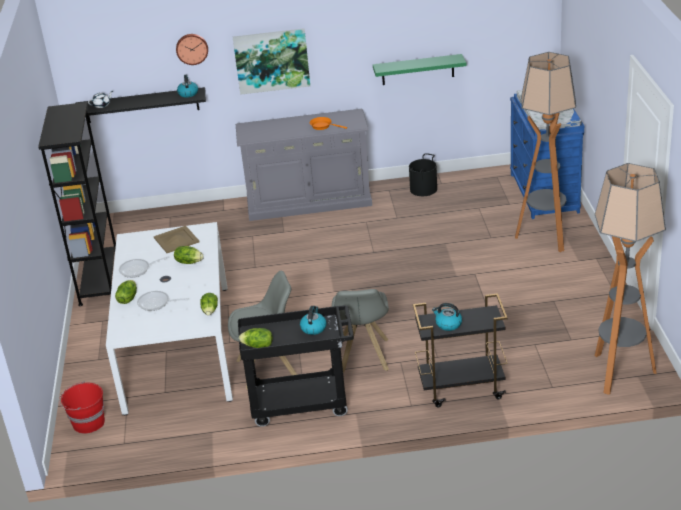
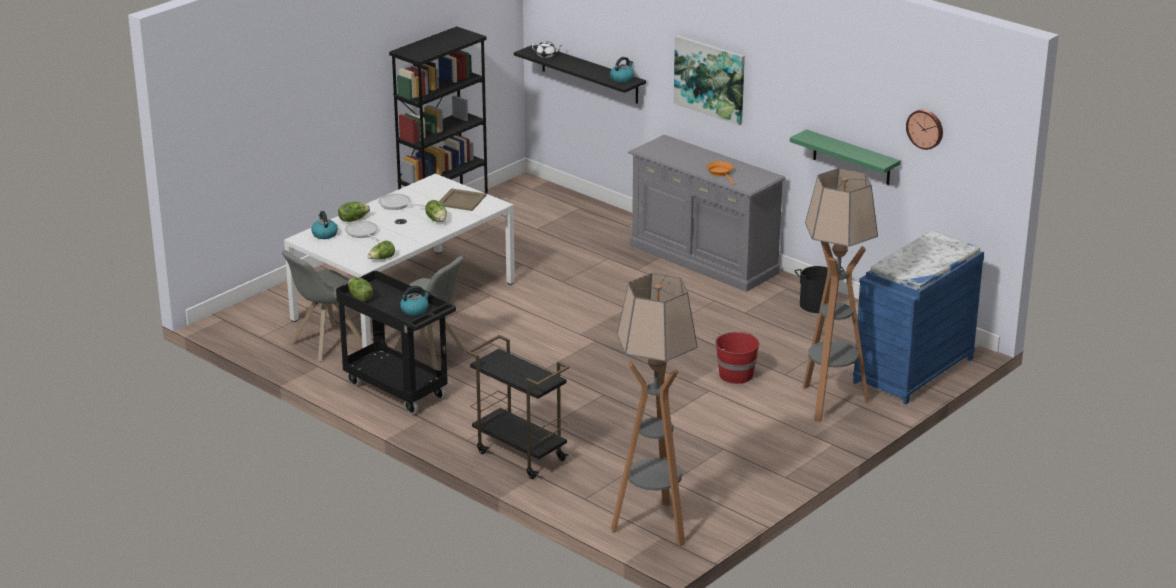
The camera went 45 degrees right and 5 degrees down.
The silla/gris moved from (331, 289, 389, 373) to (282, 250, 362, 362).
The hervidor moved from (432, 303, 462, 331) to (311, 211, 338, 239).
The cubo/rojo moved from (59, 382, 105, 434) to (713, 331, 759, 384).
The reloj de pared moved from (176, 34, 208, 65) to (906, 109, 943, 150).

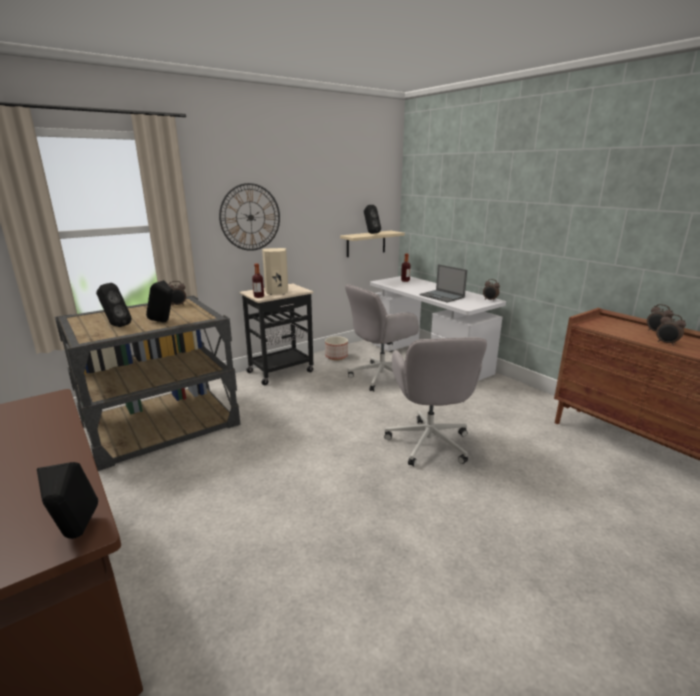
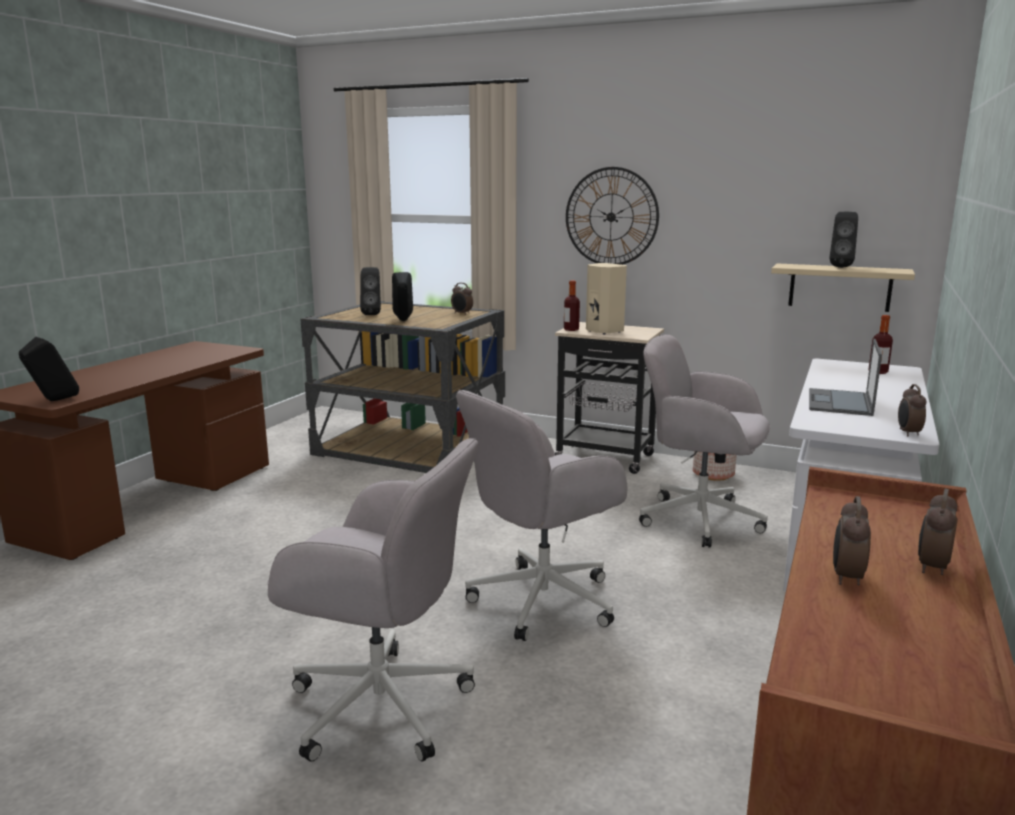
The camera went 60 degrees right and 5 degrees down.
The silla de oficina/gris at (268, 438, 478, 762) appeared.

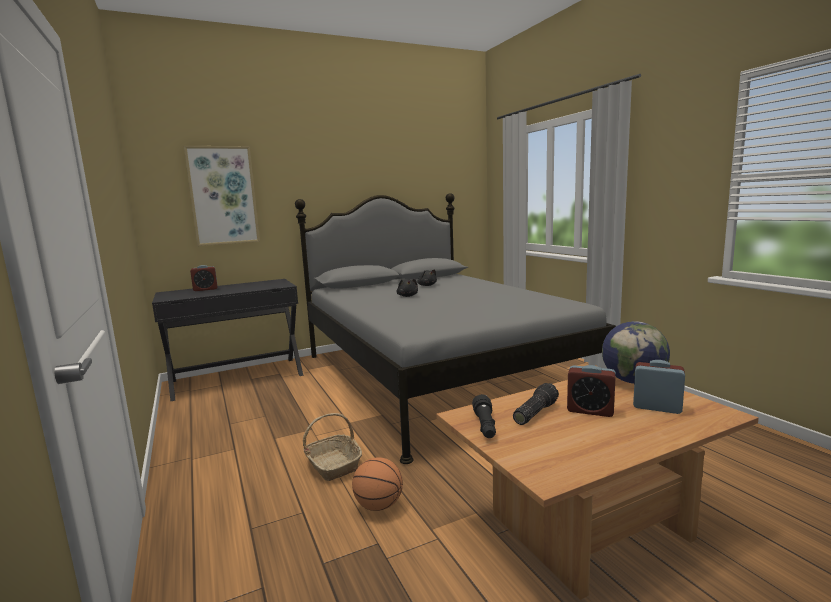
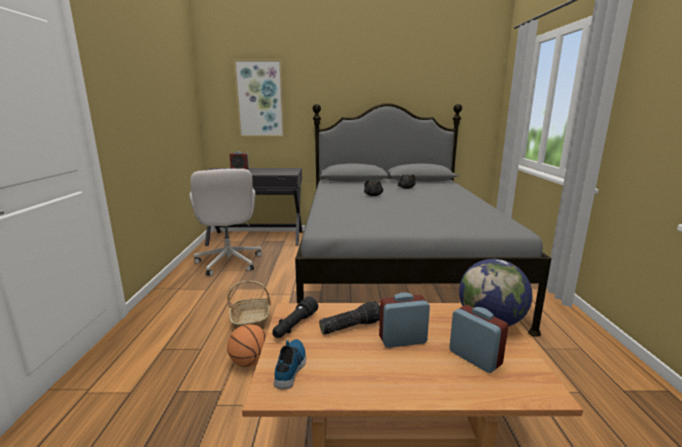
The camera went 25 degrees right and 5 degrees up.
The silla de oficina/blanco at (189, 168, 262, 276) appeared.
The zapato at (274, 339, 306, 389) appeared.
The despertador at (567, 365, 616, 417) turned 120 degrees clockwise.

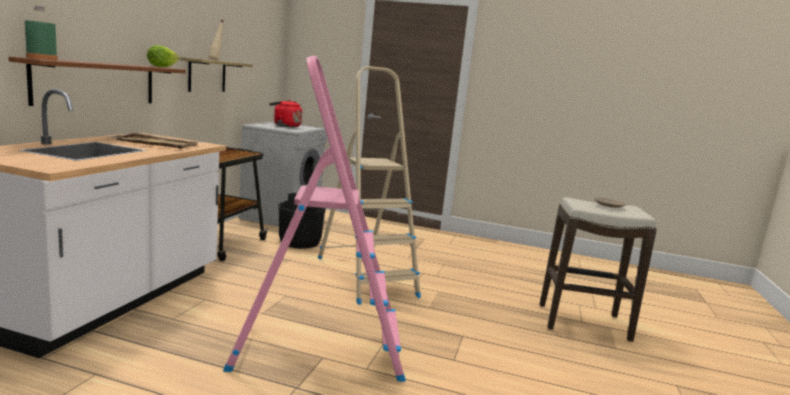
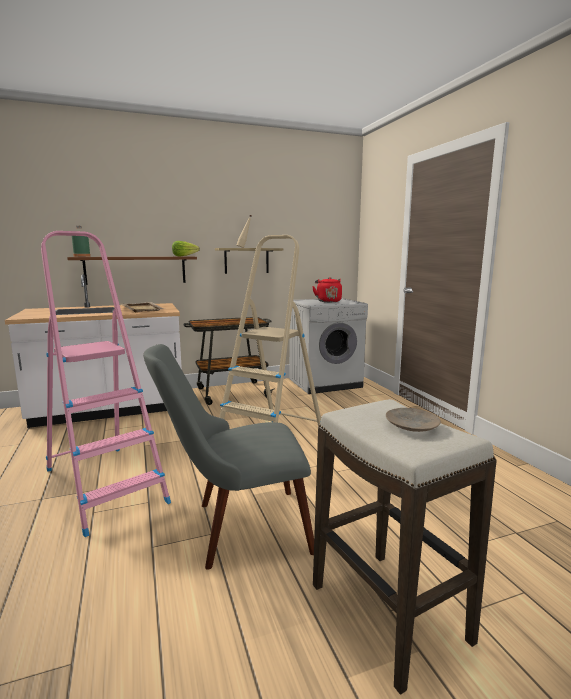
The camera went 55 degrees right and 0 degrees up.
The silla/gris at (143, 344, 314, 570) appeared.
The cubo/negro at (278, 193, 326, 249) disappeared.

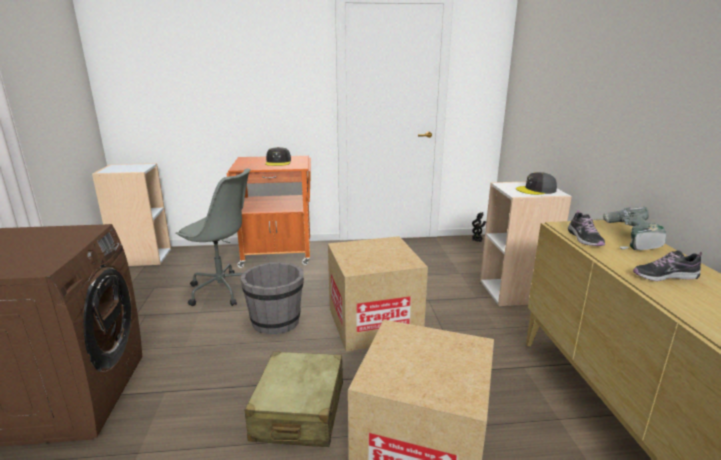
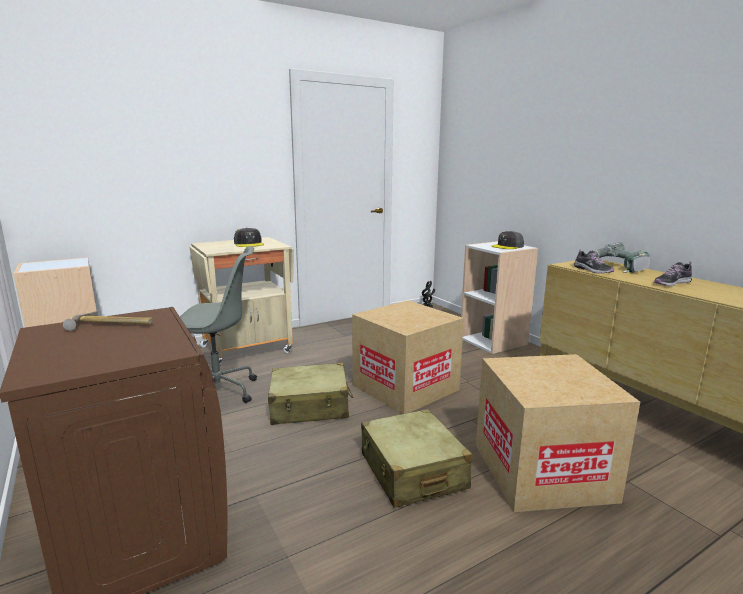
The camera went 25 degrees left and 5 degrees down.
The martillo at (63, 311, 153, 331) appeared.
The carrito/naranja at (227, 156, 311, 268) became the carrito/beis at (189, 237, 294, 366).
The cubo/gris at (240, 262, 304, 334) was replaced by the maleta/beis at (268, 363, 353, 425).

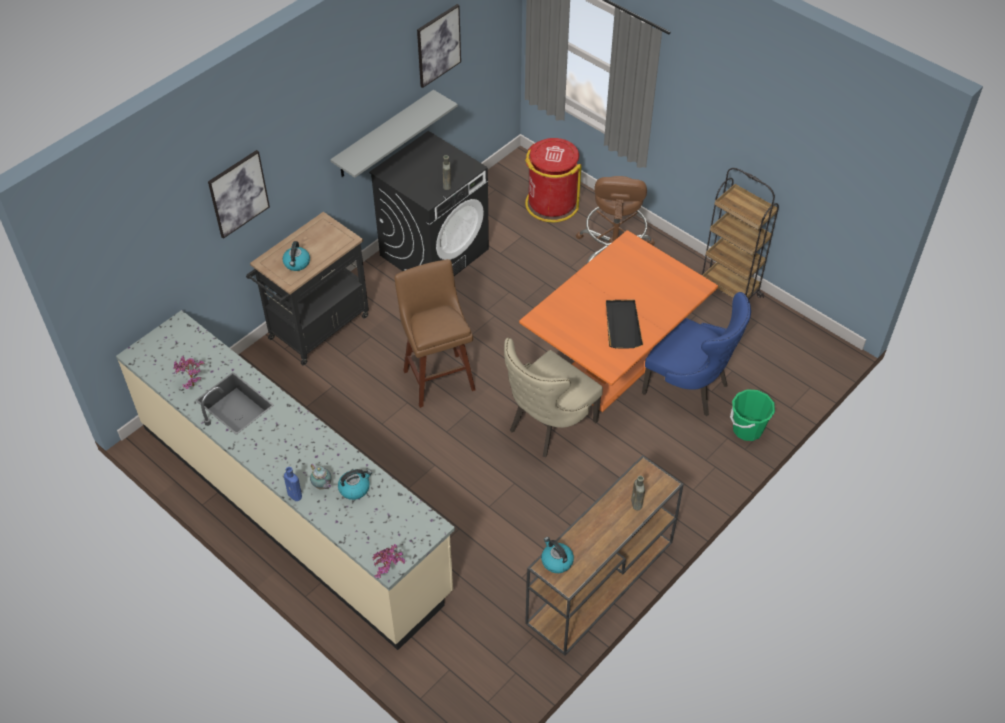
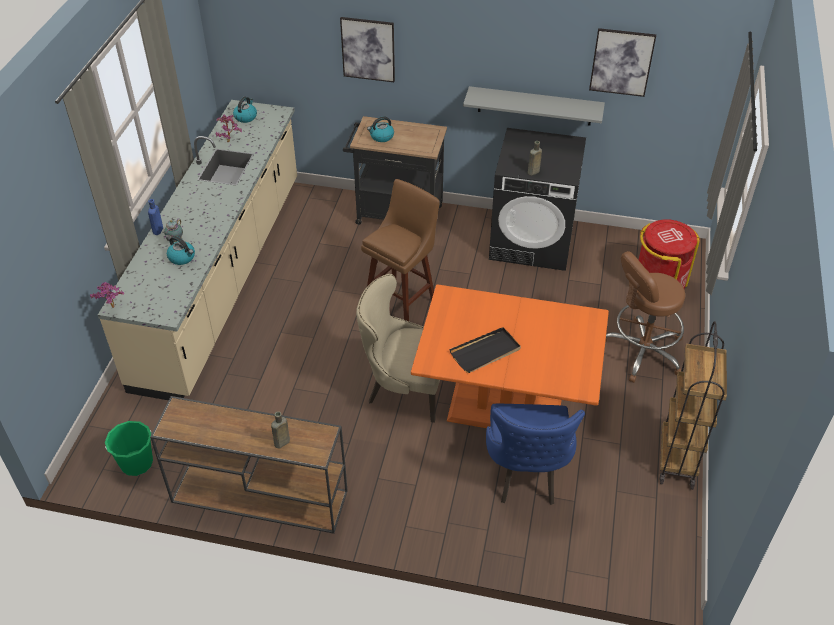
The camera went 60 degrees right and 5 degrees down.
The cubo/verde moved from (730, 389, 775, 441) to (105, 421, 153, 476).
The hervidor moved from (541, 537, 574, 573) to (233, 97, 257, 123).

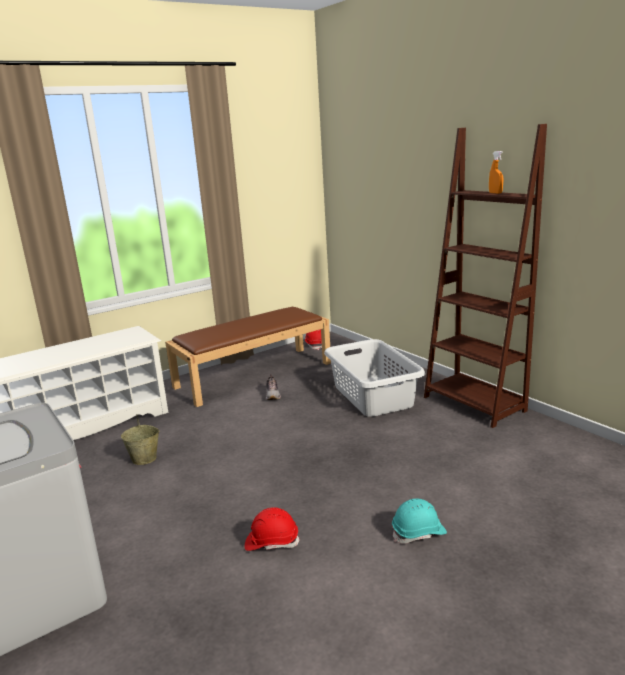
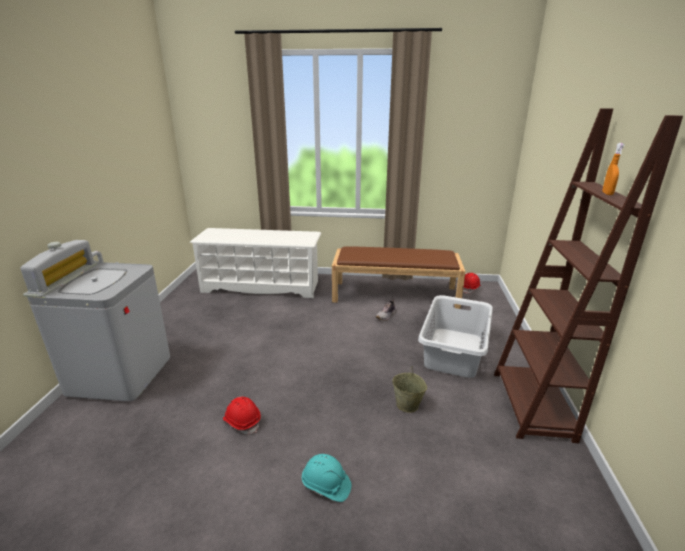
The camera went 40 degrees right and 5 degrees up.
The cubo/beis moved from (121, 416, 160, 465) to (392, 366, 427, 413).

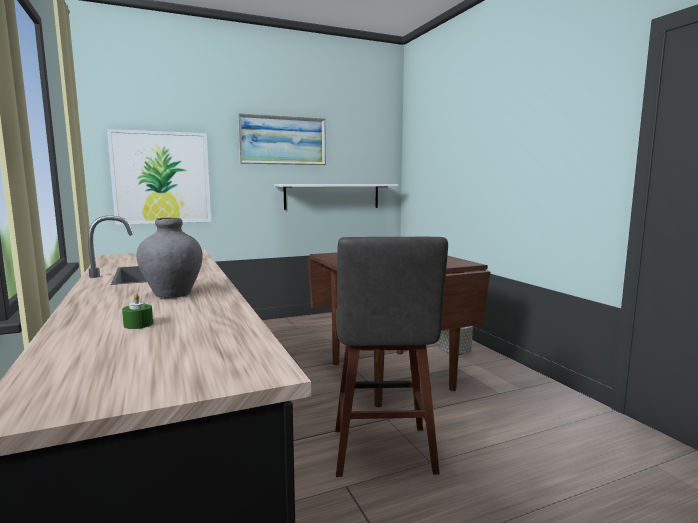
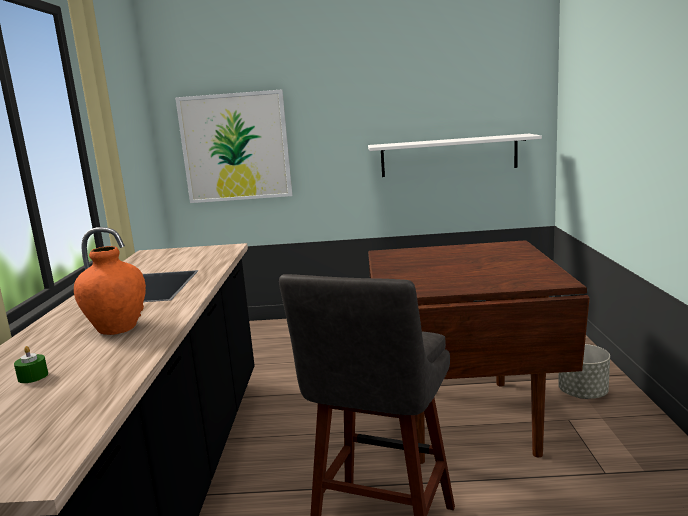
The camera went 25 degrees right and 5 degrees up.
The florero/gris at (136, 217, 203, 298) became the florero/naranja at (74, 246, 146, 335).
The cuadro at (238, 113, 326, 165) disappeared.

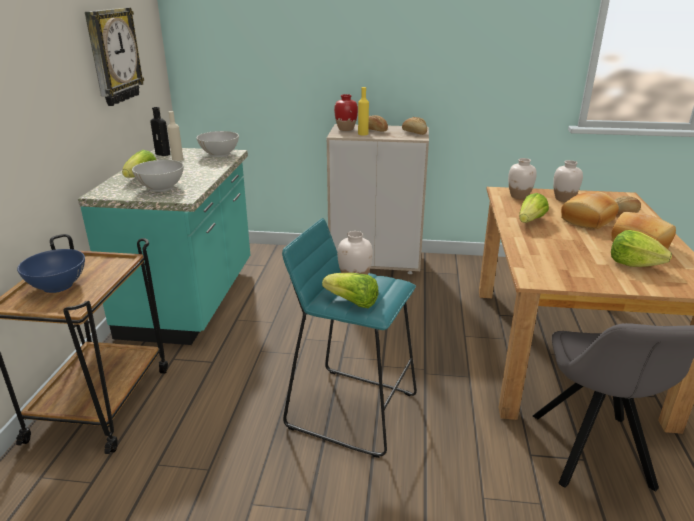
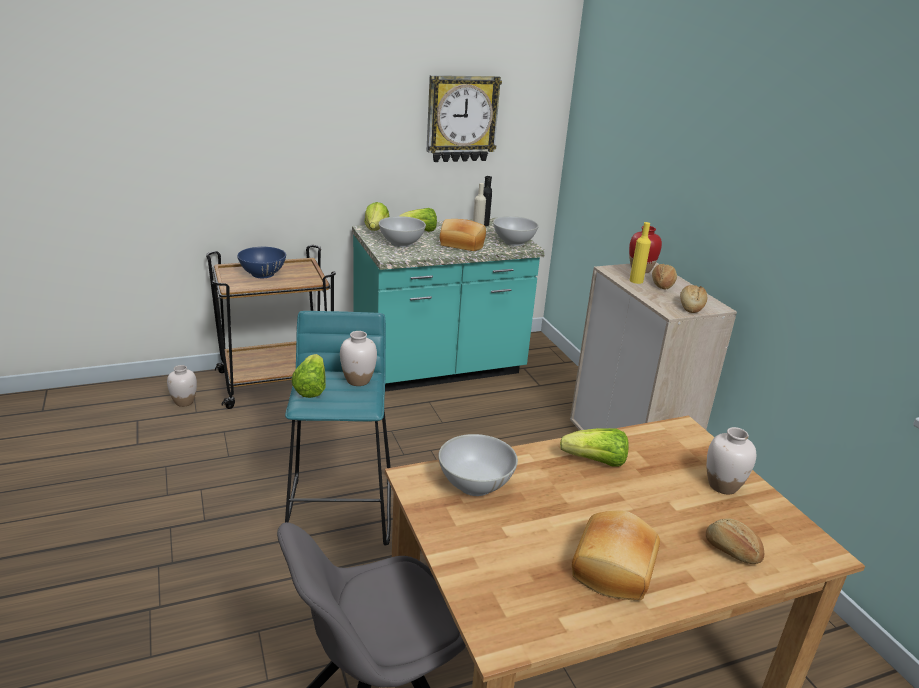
The camera went 60 degrees right and 0 degrees up.
The florero/blanco moved from (508, 158, 537, 199) to (167, 365, 197, 407).
The lechuga moved from (611, 230, 672, 267) to (364, 202, 389, 231).
The cuenco/blanco at (438, 434, 518, 496) appeared.
The pan moved from (561, 192, 619, 229) to (440, 219, 486, 251).

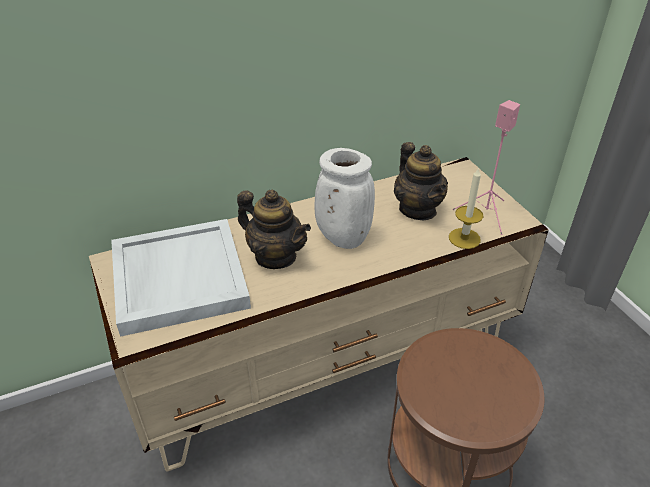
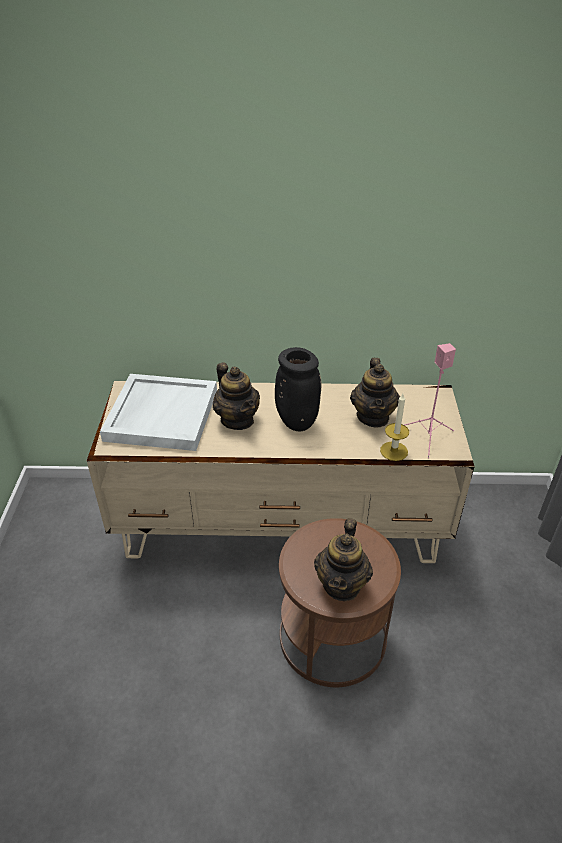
The camera went 25 degrees right and 0 degrees up.
The florero/blanco at (315, 148, 375, 249) became the florero/negro at (275, 347, 321, 431).
The tetera at (314, 518, 373, 601) appeared.

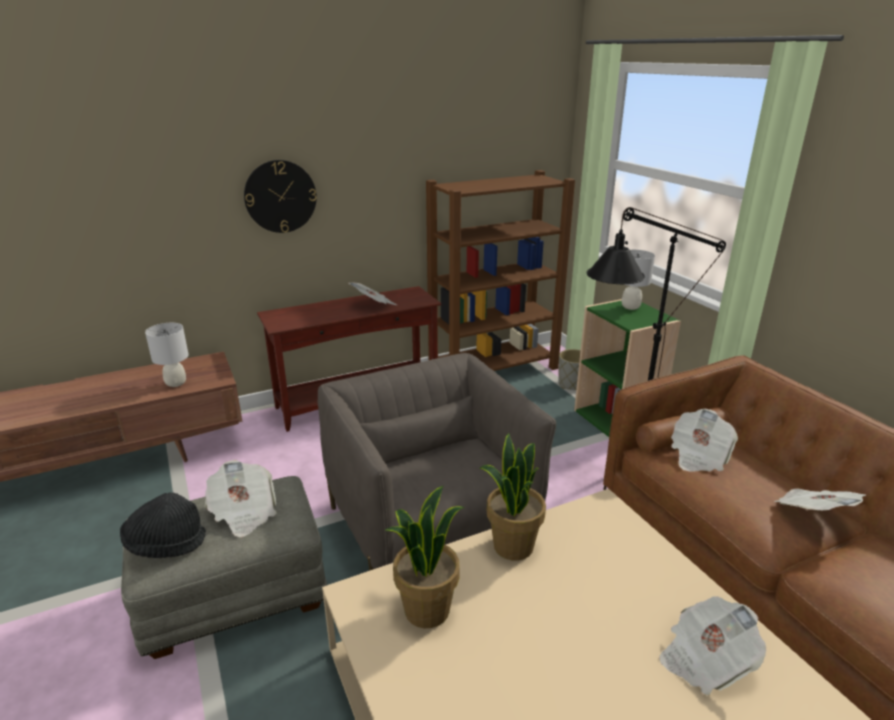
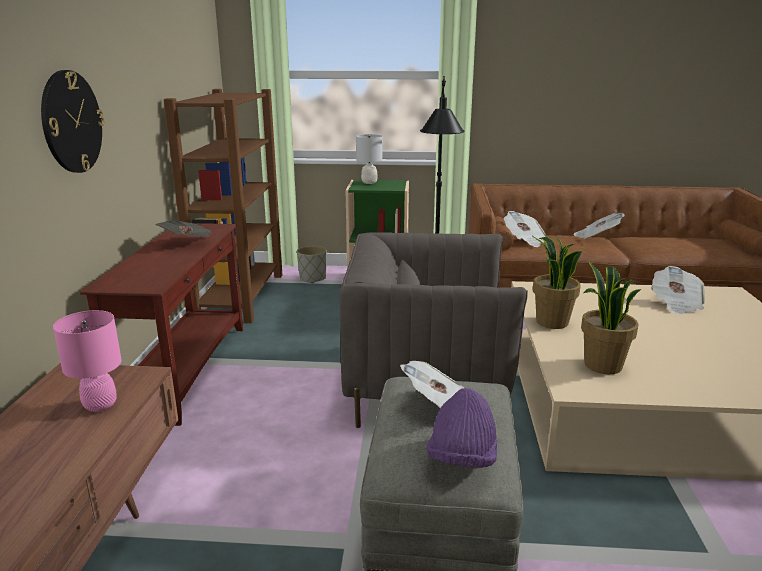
The camera went 60 degrees left and 5 degrees down.
The lámpara de mesa/gris at (145, 323, 189, 387) became the lámpara de mesa/rosa at (53, 310, 122, 412).
The sombrero/negro at (120, 492, 206, 558) became the sombrero/morado at (426, 388, 497, 468).

